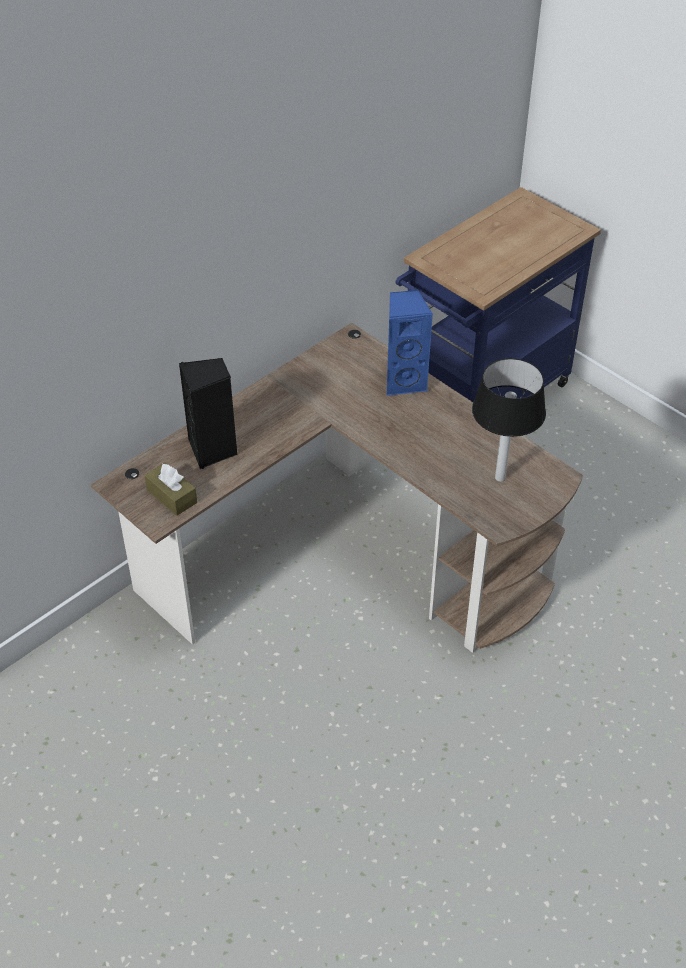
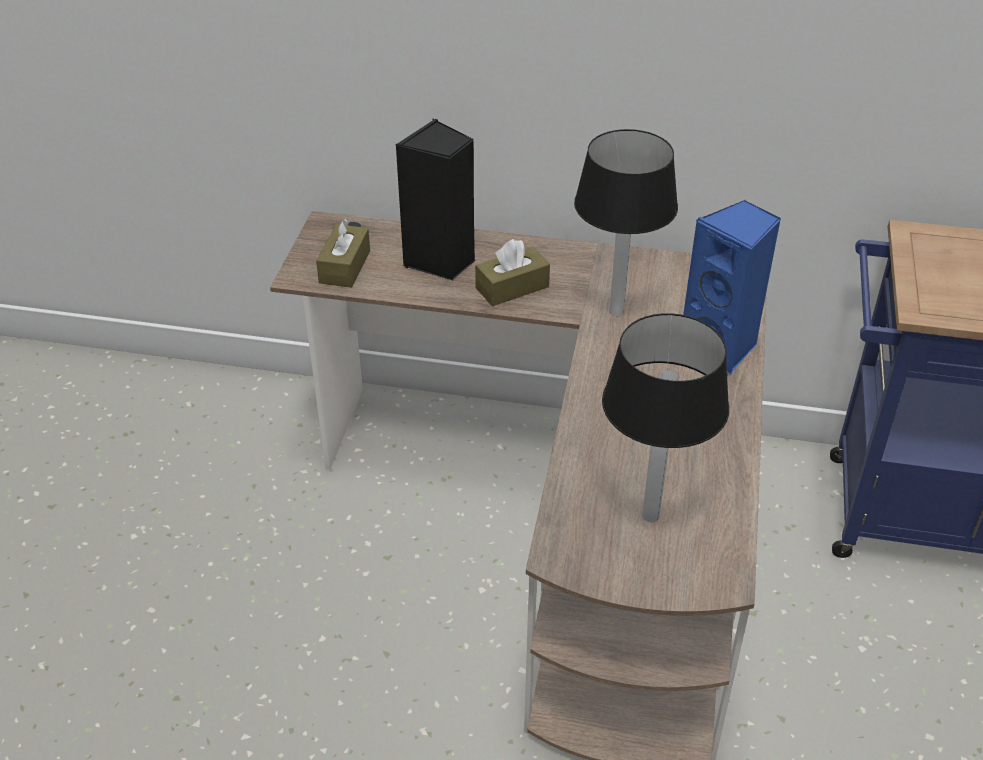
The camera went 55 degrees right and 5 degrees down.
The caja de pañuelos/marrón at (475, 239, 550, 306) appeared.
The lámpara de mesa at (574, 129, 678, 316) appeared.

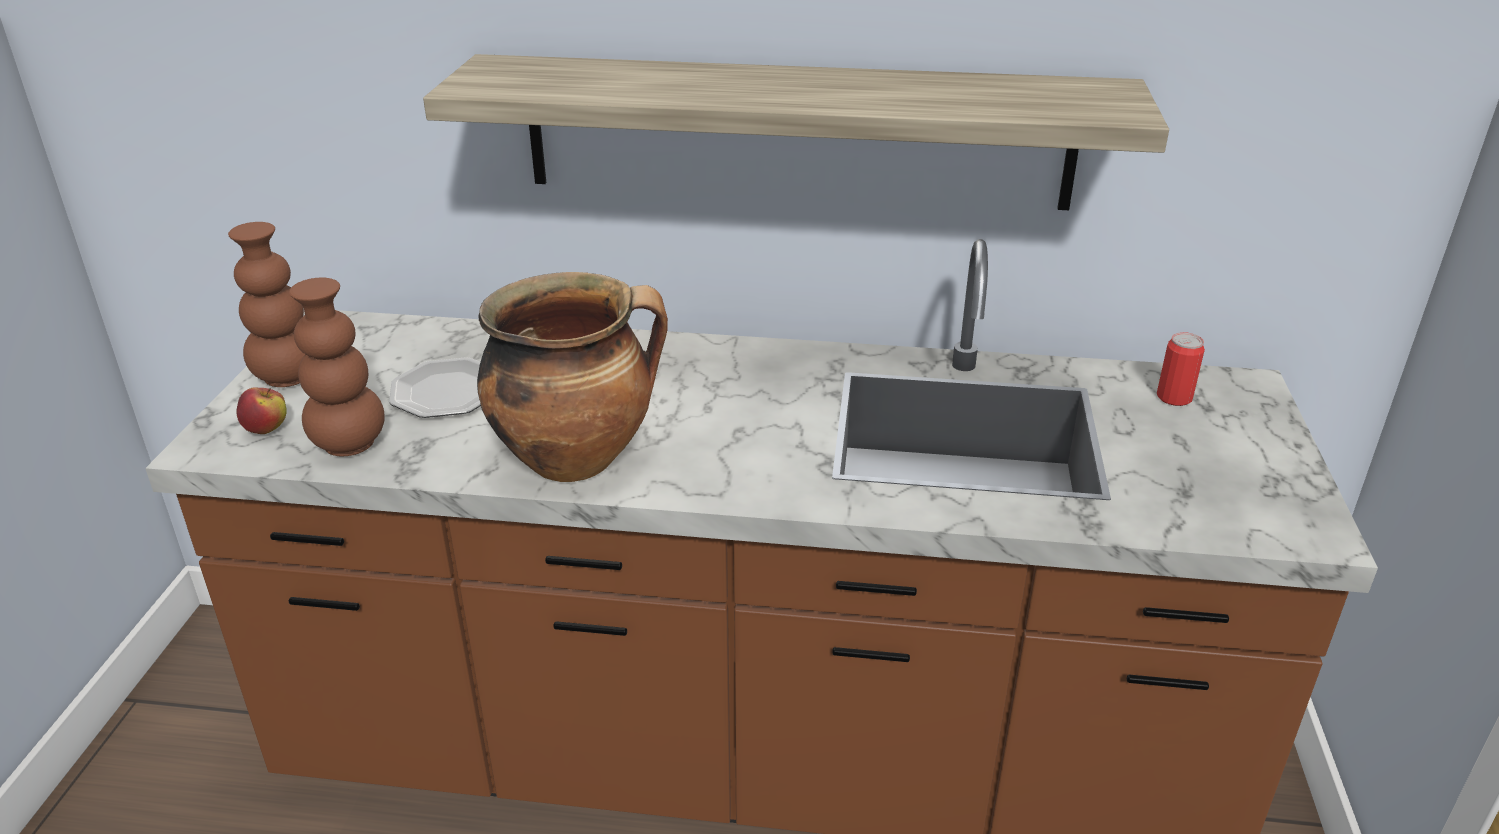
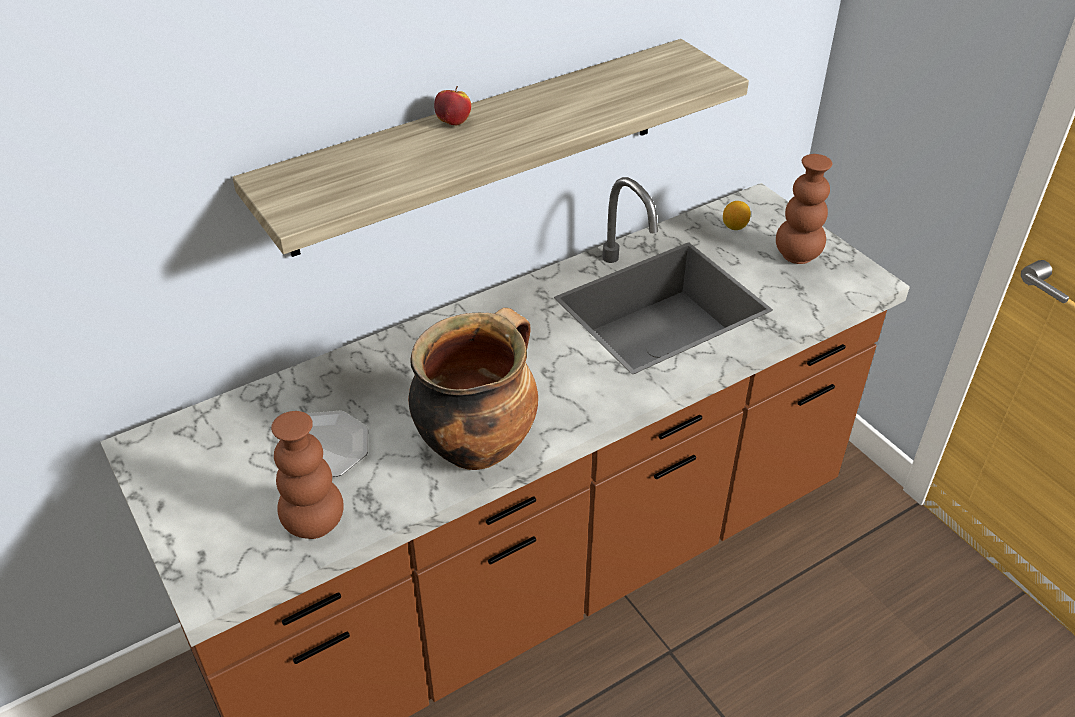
The camera went 40 degrees left and 10 degrees up.
The manzana moved from (236, 387, 287, 434) to (434, 86, 471, 125).
The lata at (1157, 332, 1205, 406) was replaced by the limón at (723, 201, 751, 230).
The florero/marrón moved from (228, 222, 305, 387) to (776, 154, 832, 264).

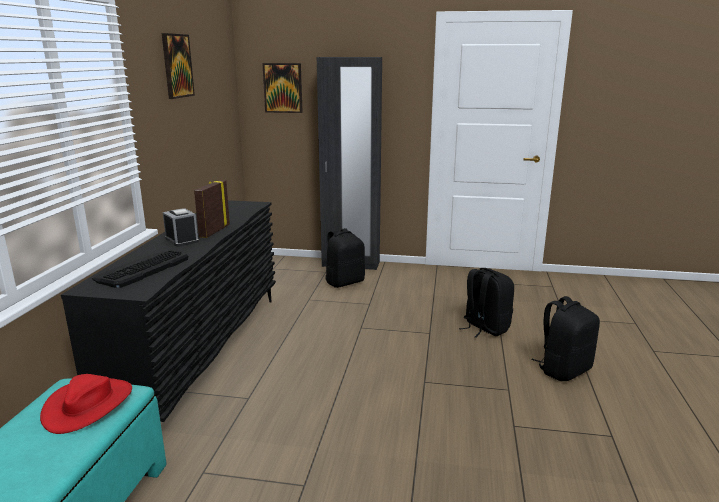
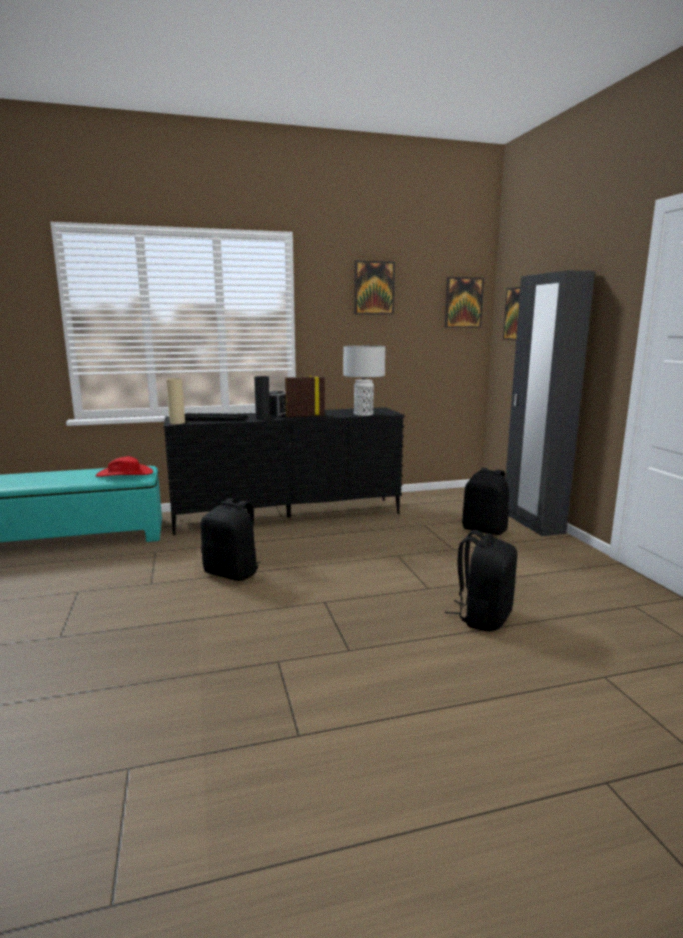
The camera went 65 degrees right and 5 degrees down.
The florero/beis at (166, 378, 185, 424) appeared.
The mochila/negro moved from (531, 296, 600, 381) to (201, 498, 261, 581).
The florero/negro at (254, 376, 270, 420) appeared.
The lámpara de mesa/blanco at (343, 345, 385, 416) appeared.
The cuadro at (445, 277, 484, 328) appeared.

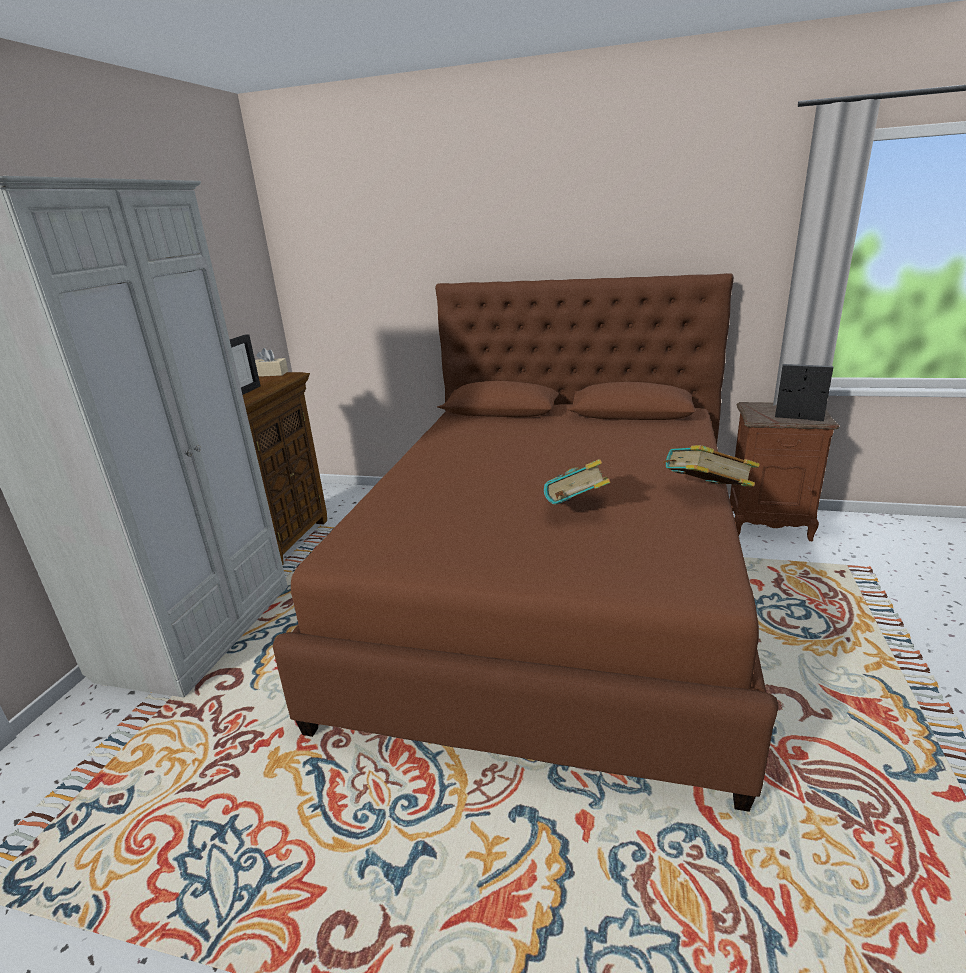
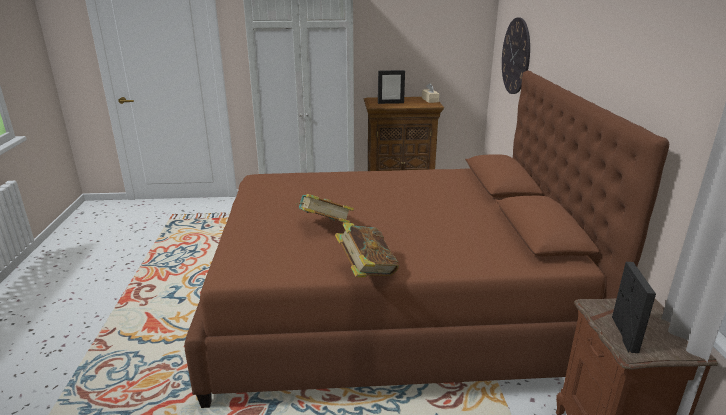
The camera went 70 degrees right and 0 degrees up.
The reloj de pared at (502, 17, 530, 94) appeared.

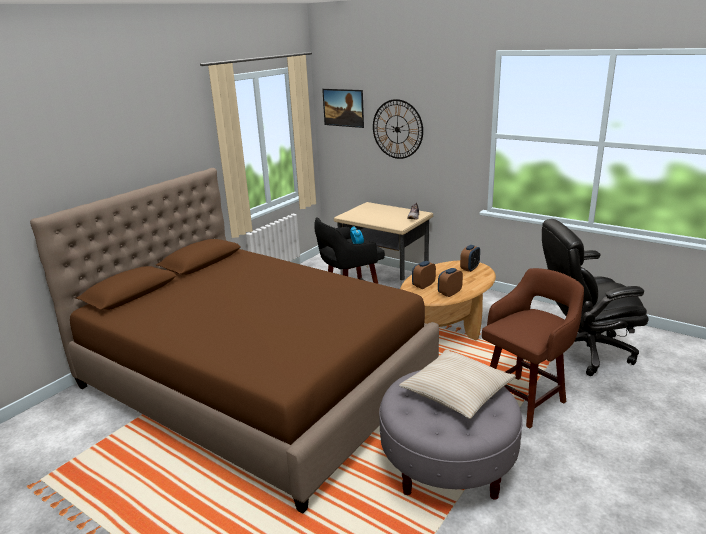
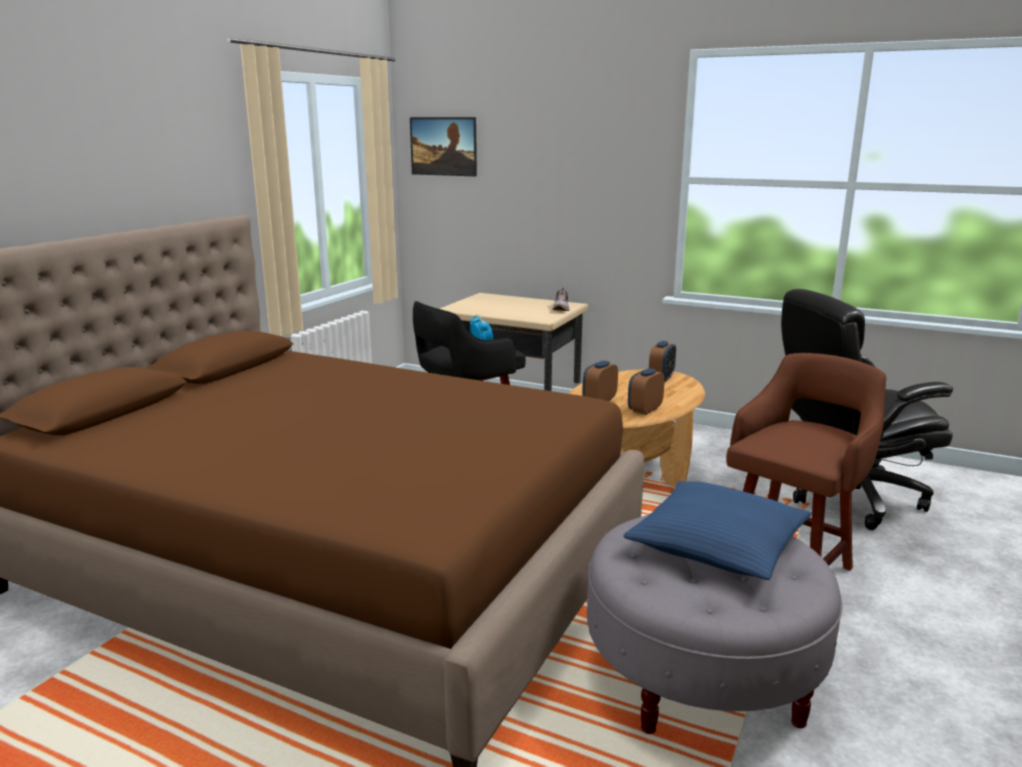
The camera went 10 degrees left and 5 degrees down.
The cojín/beis at (399, 349, 516, 419) became the cojín/azul at (623, 481, 812, 580).
The reloj de pared at (373, 99, 423, 159) disappeared.

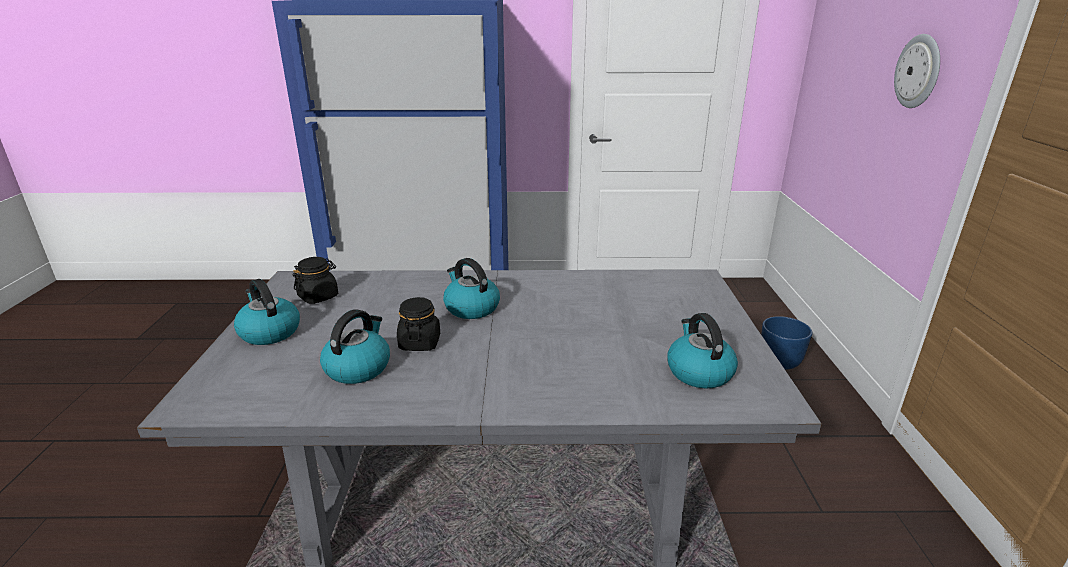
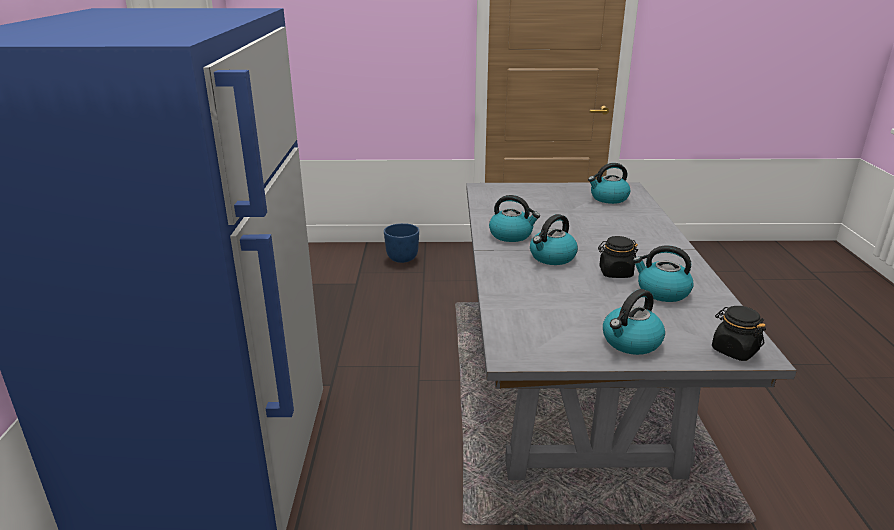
The camera went 90 degrees left and 0 degrees up.
The hervidor at (489, 195, 540, 242) appeared.
The tarro/negro moved from (293, 257, 338, 304) to (712, 306, 766, 361).
The reloj de pared at (894, 34, 940, 108) disappeared.

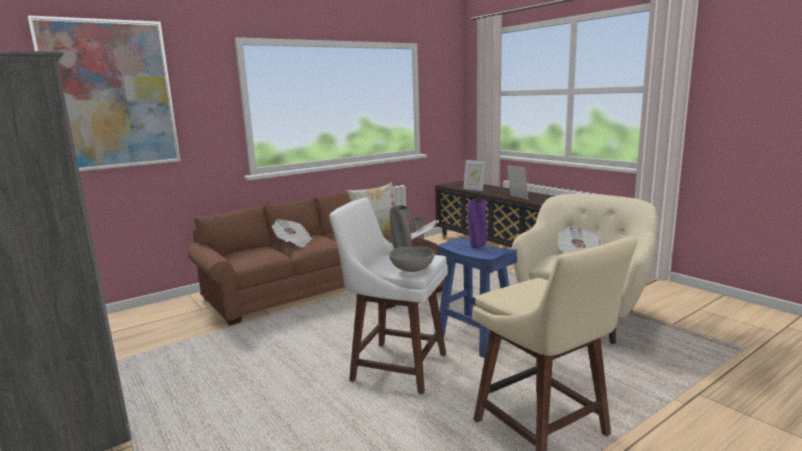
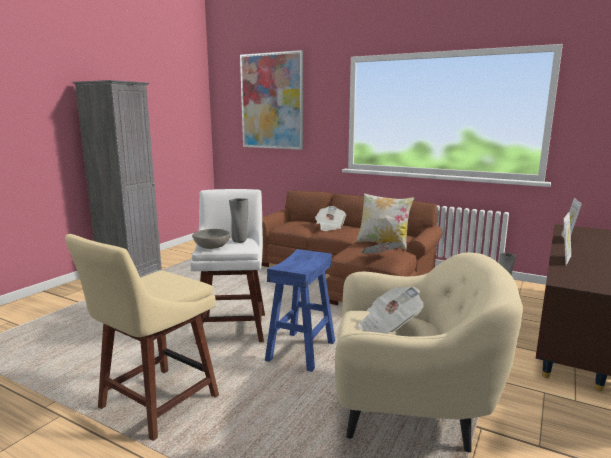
The camera went 65 degrees right and 0 degrees up.
The florero/morado at (467, 199, 487, 248) disappeared.

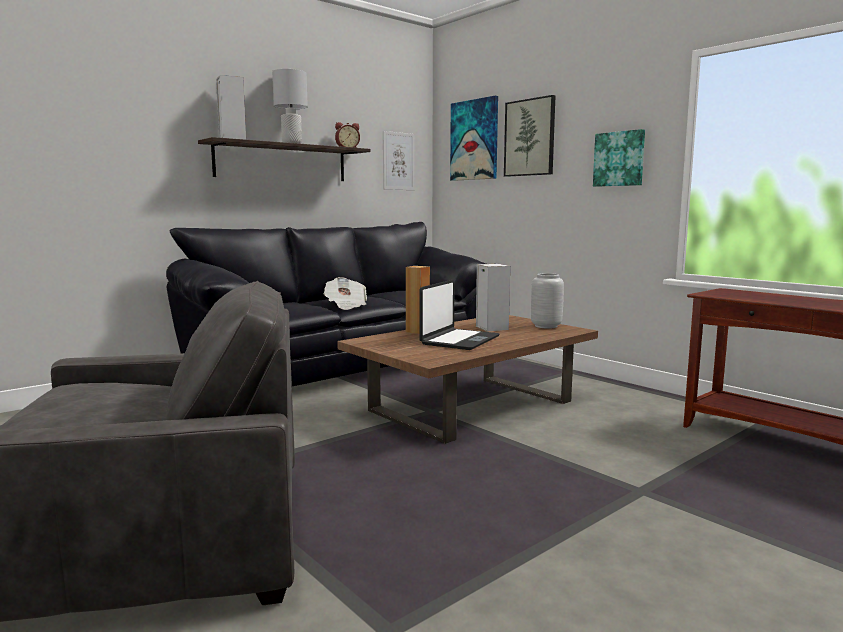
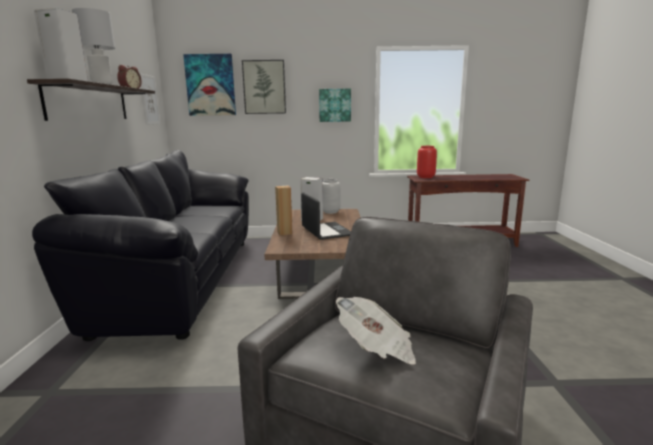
The camera went 50 degrees left and 5 degrees up.
The periódico moved from (323, 277, 367, 310) to (336, 297, 416, 365).
The florero/rojo at (417, 146, 437, 178) appeared.

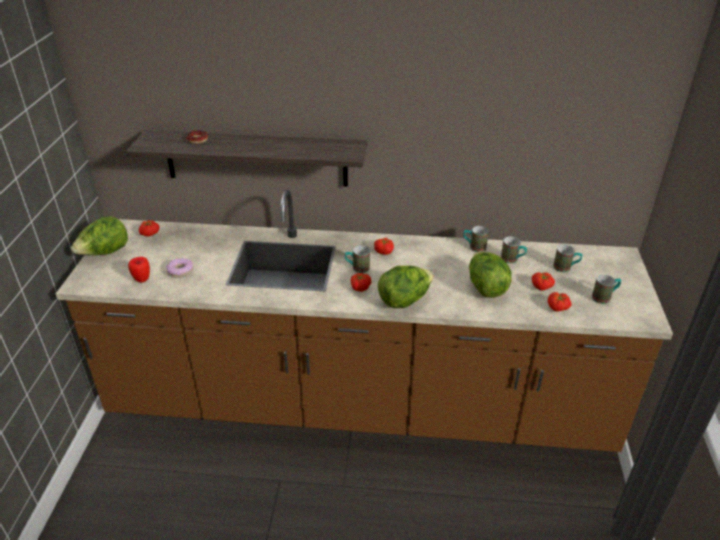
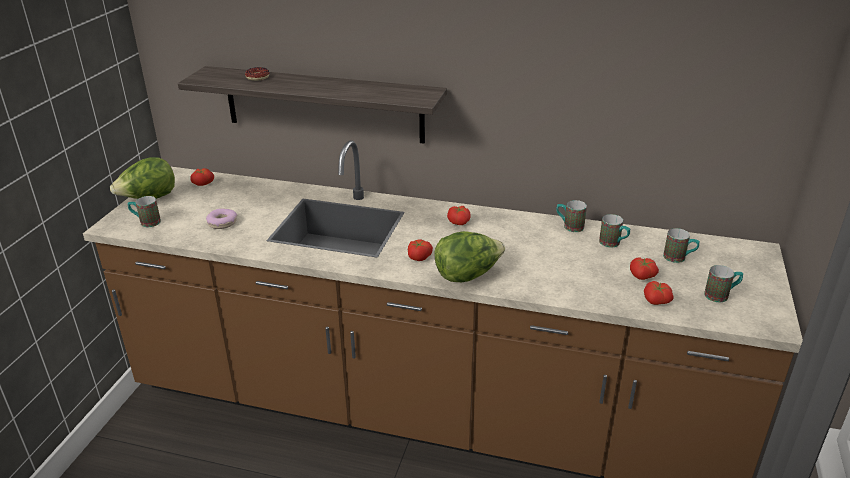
The camera went 10 degrees right and 5 degrees down.
The taza grande moved from (345, 245, 370, 273) to (127, 196, 161, 227).
The manzana at (128, 257, 150, 283) disappeared.
The lechuga at (469, 251, 511, 298) disappeared.

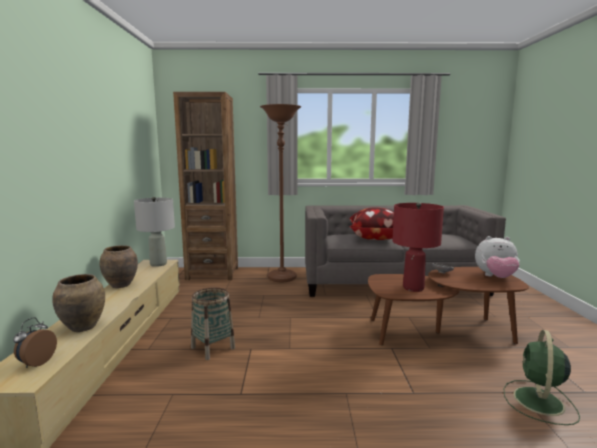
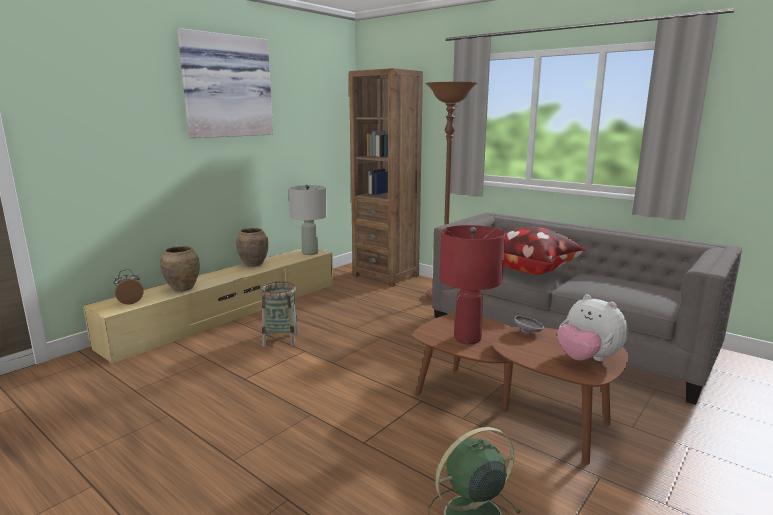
The camera went 40 degrees right and 5 degrees up.
The cuadro at (177, 28, 273, 138) appeared.

